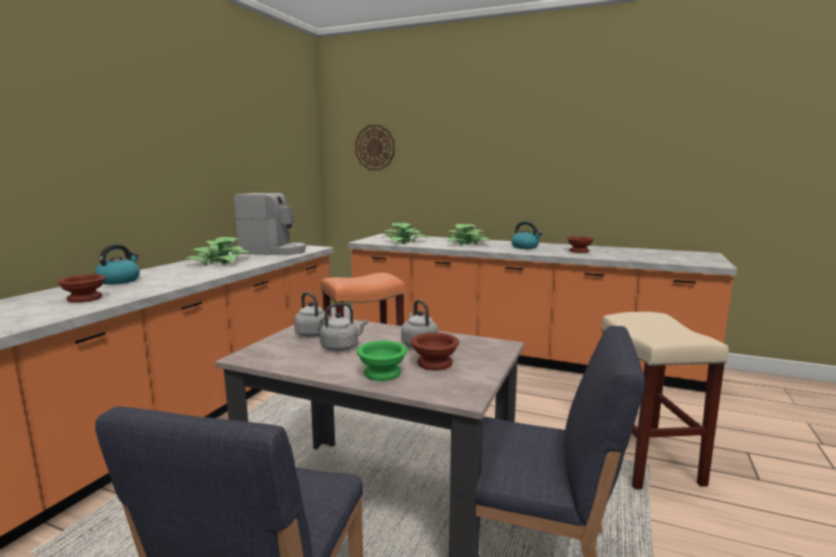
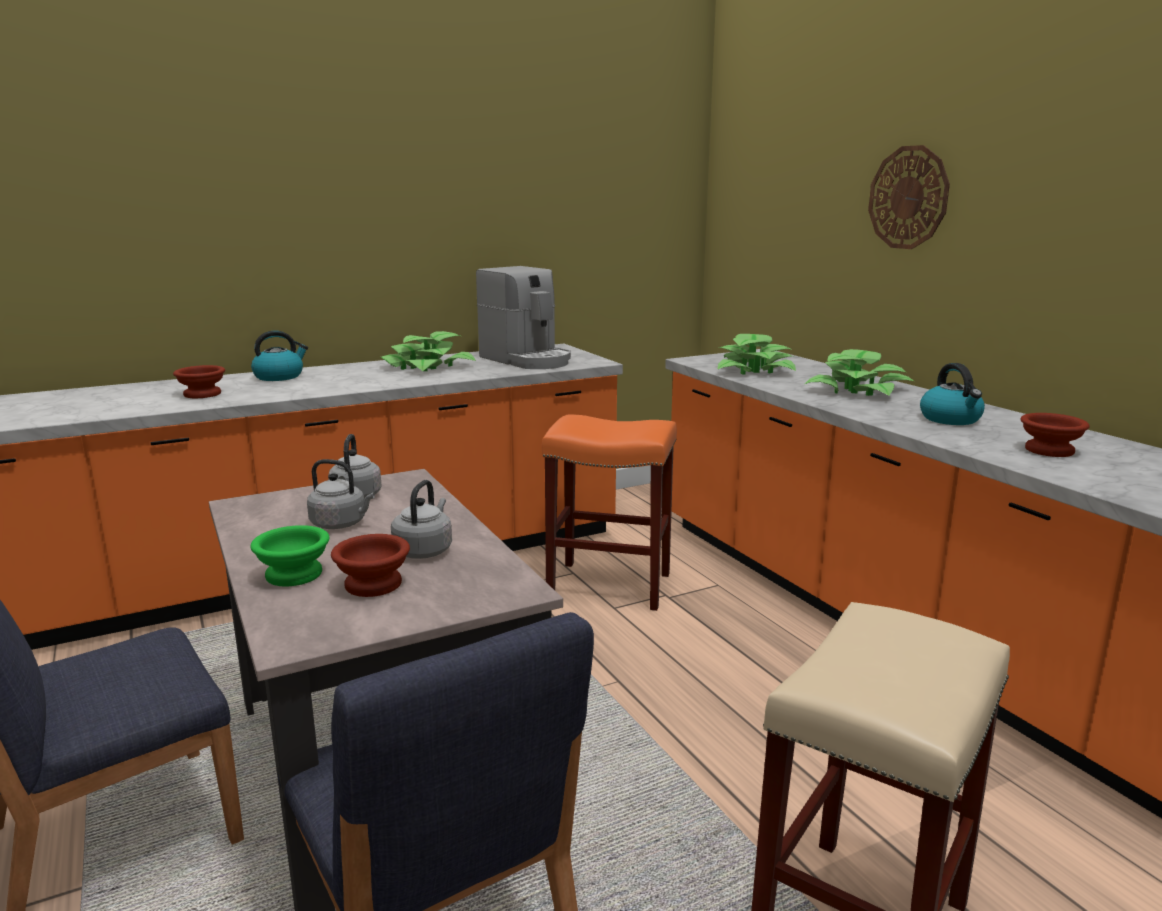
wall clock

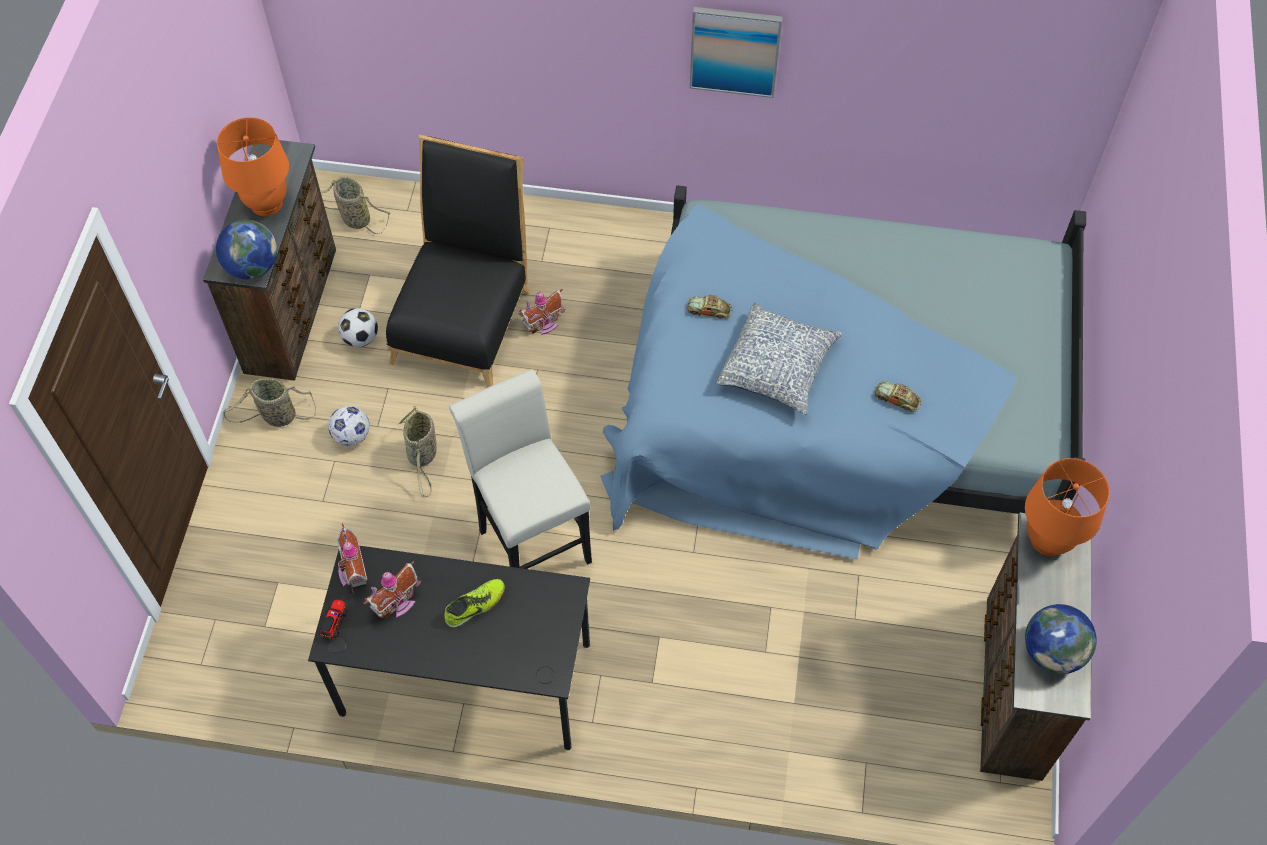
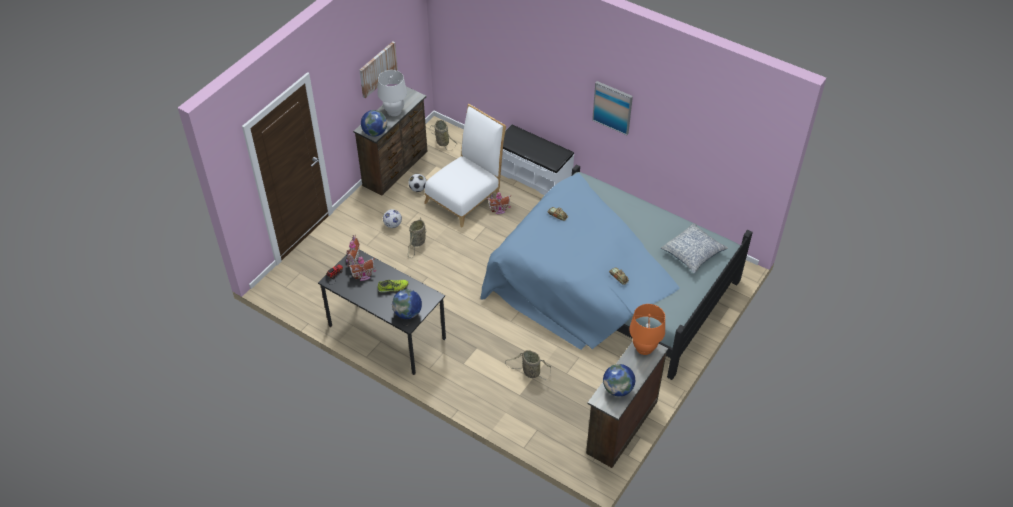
stool/white; picture (no. 1 from left); globe (no. 2 from left); bench/white; basket (no. 3 from left); pillow; table lamp/white; chair/white

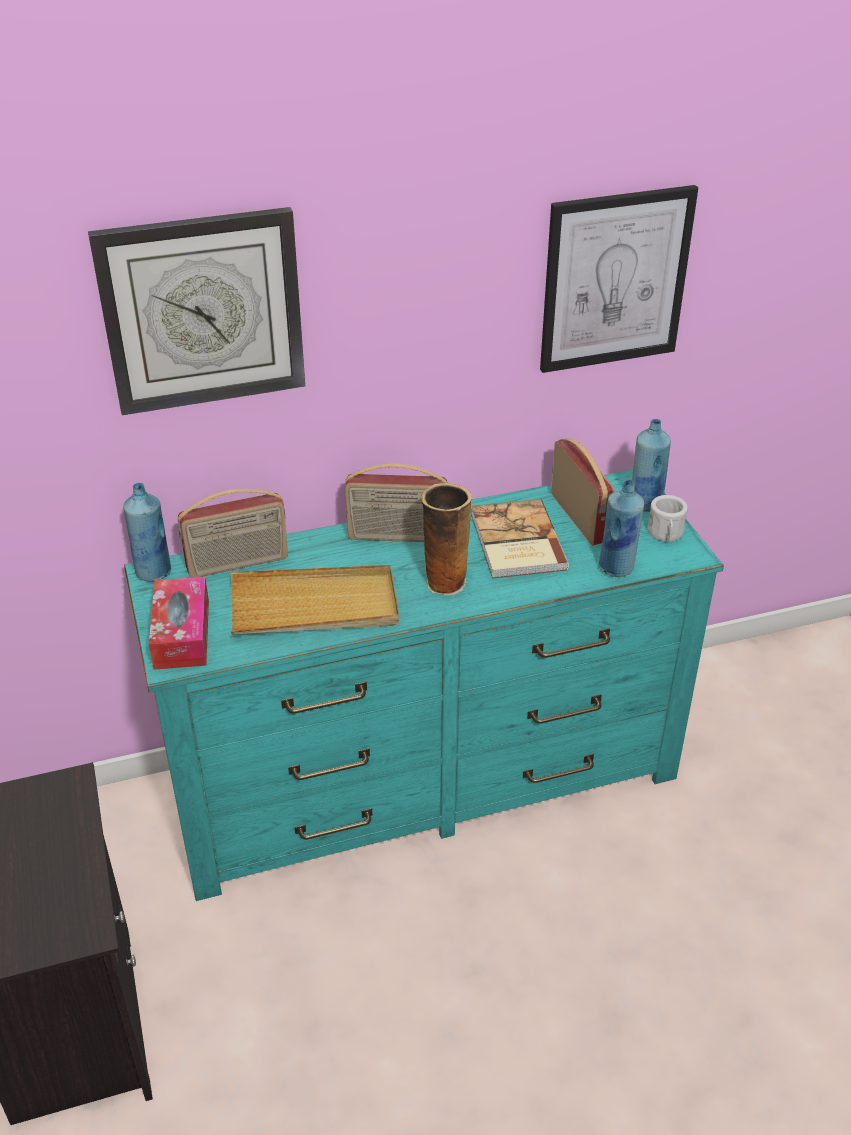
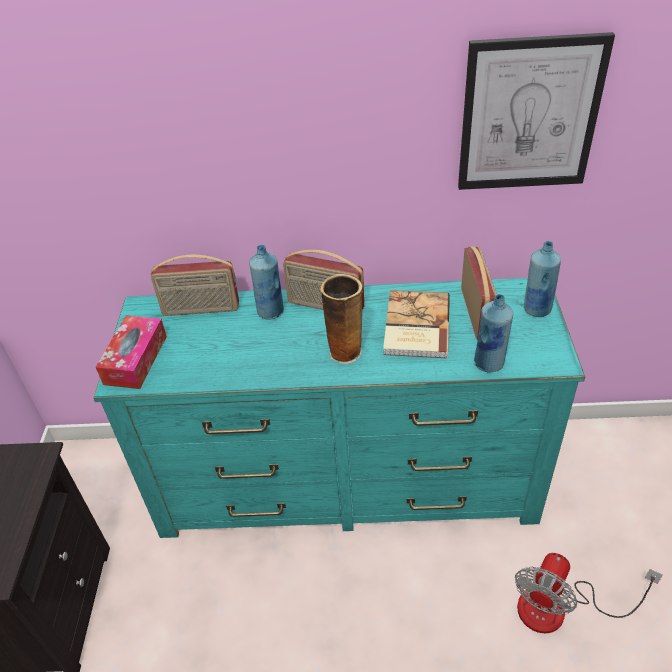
wall clock; tray/beige; mug/white; fan; bottle/blue (no. 1 from left)

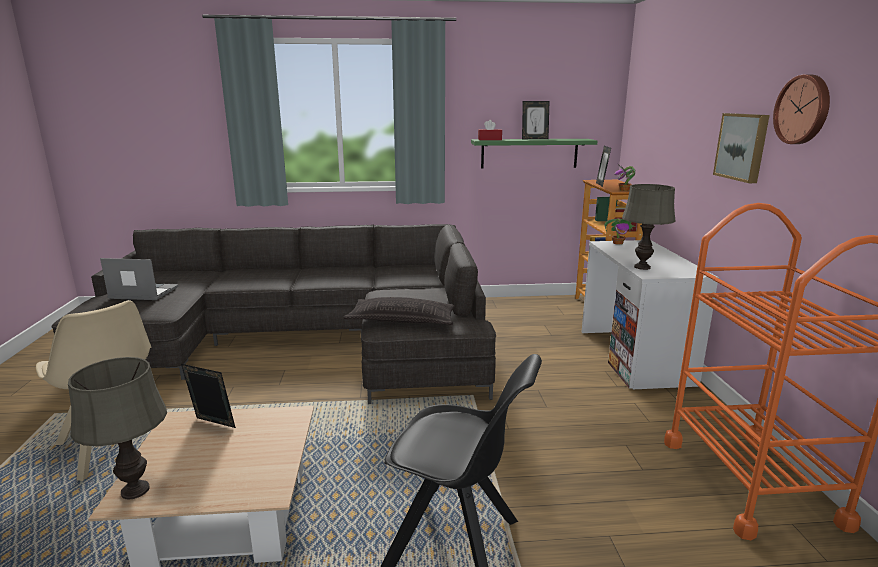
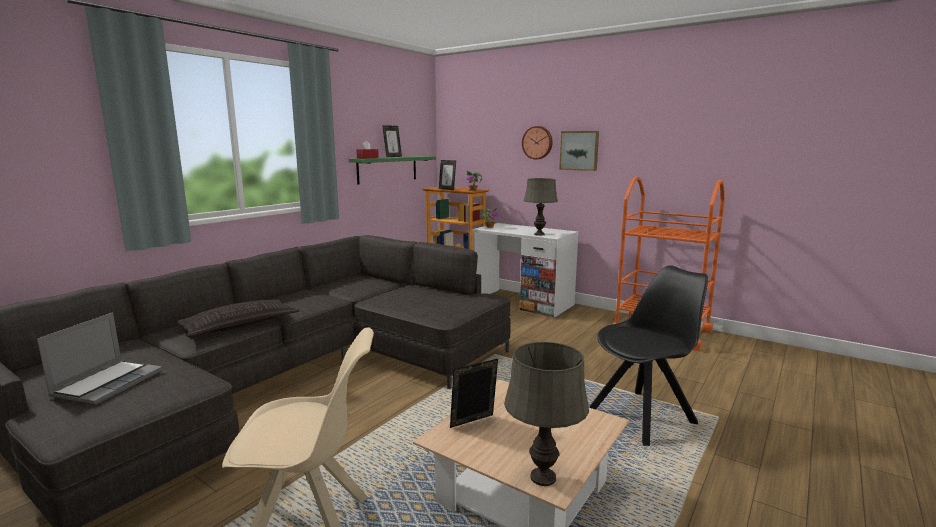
pillow; wall clock; laptop

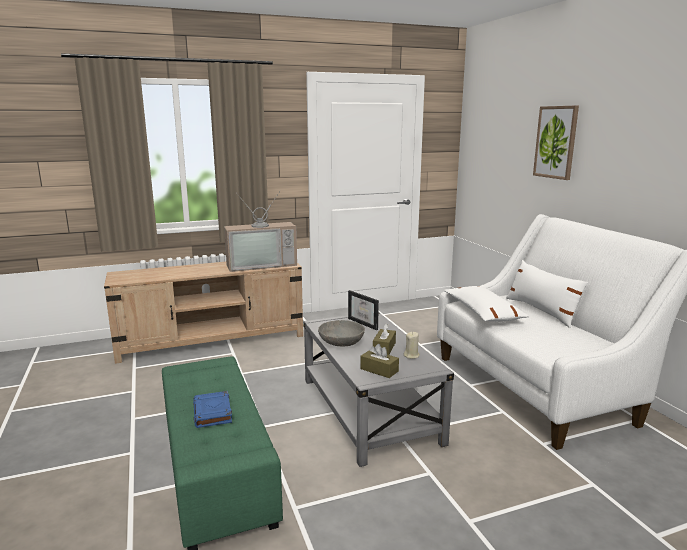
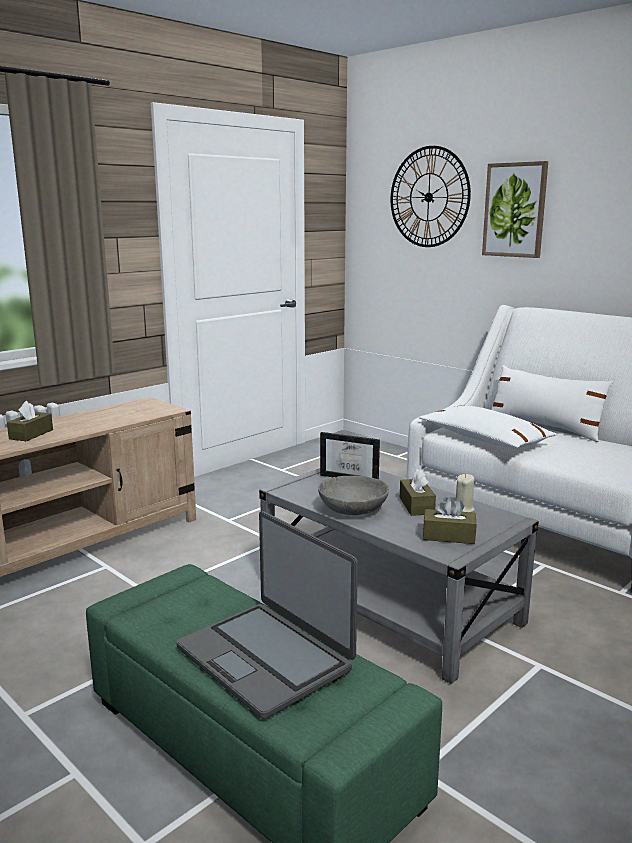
television; tissue box/brown (no. 1 from left); wall clock; laptop

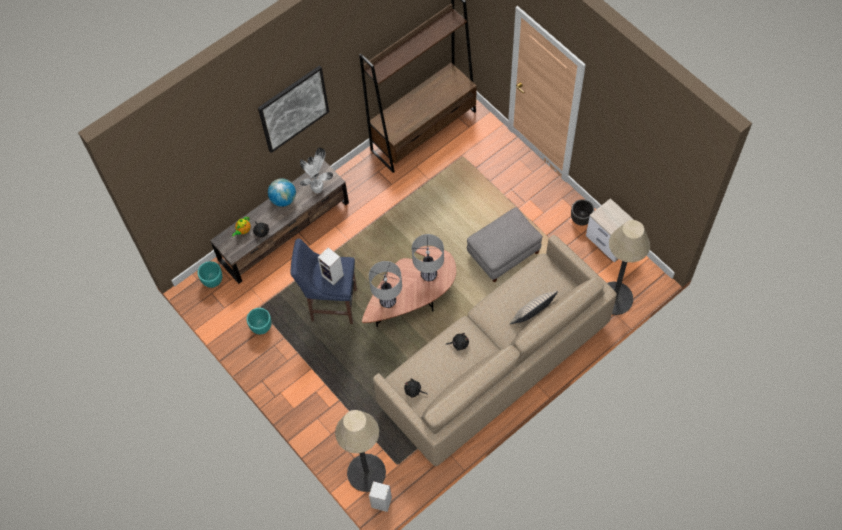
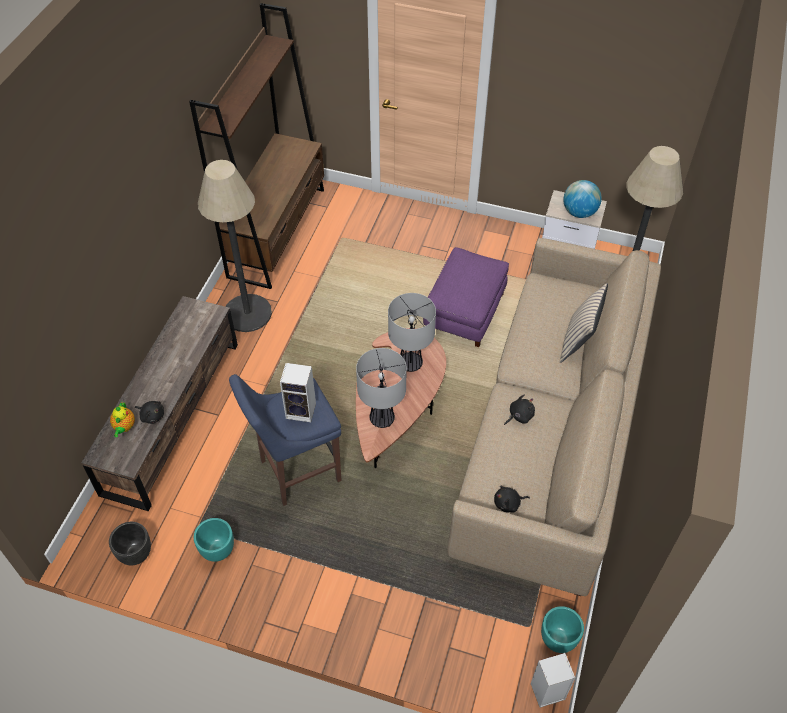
picture; potted plant; planter/turquoise (no. 2 from left); globe; floor lamp (no. 1 from left); planter/black; ottoman/purple

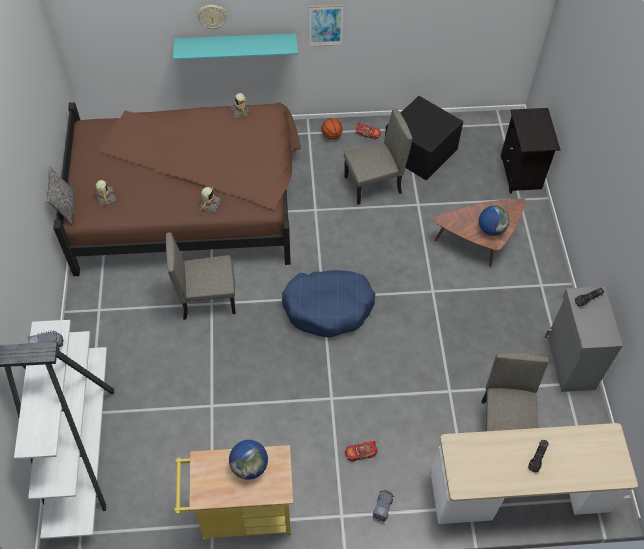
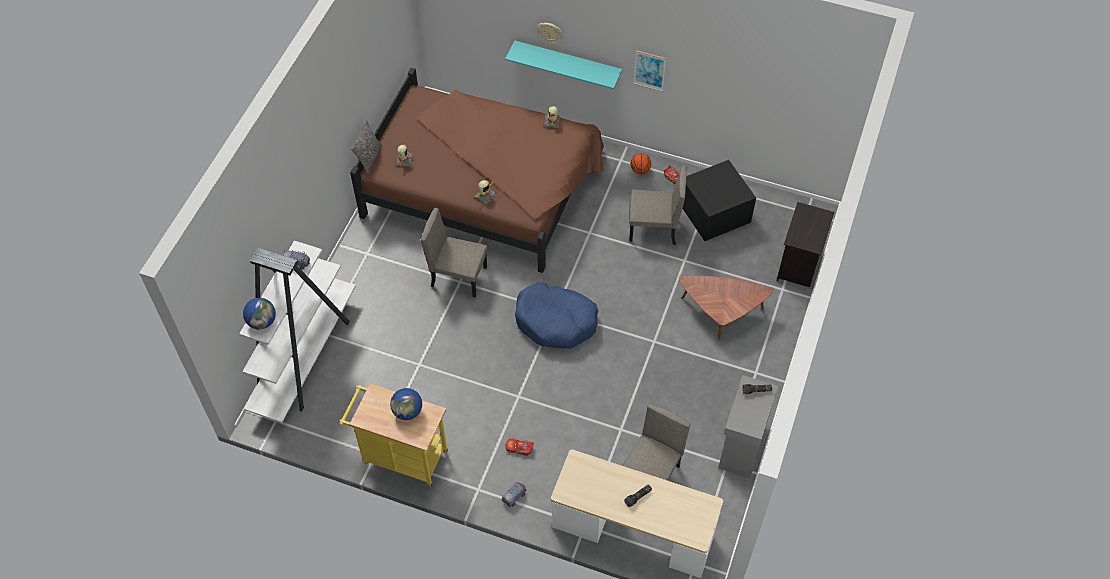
globe (no. 1 from left)

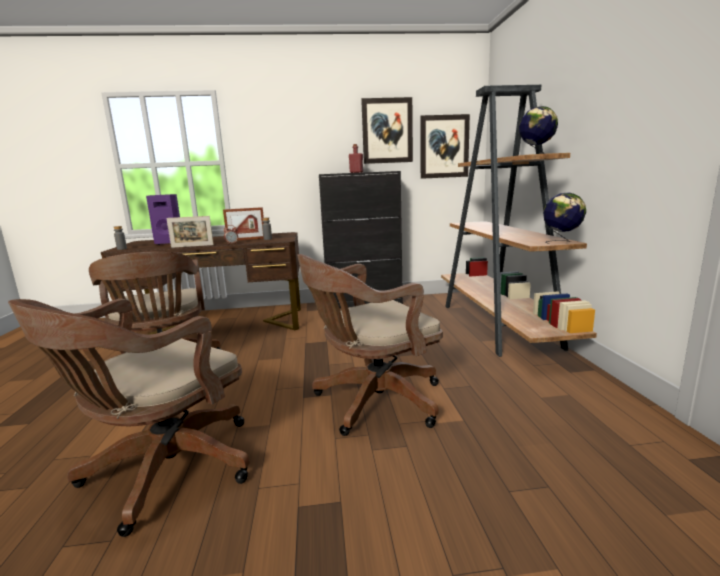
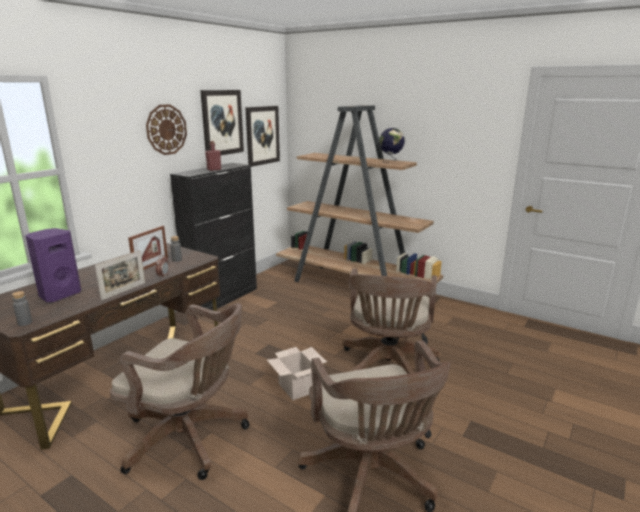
globe (no. 2 from left in the first image); wall clock; cardboard box

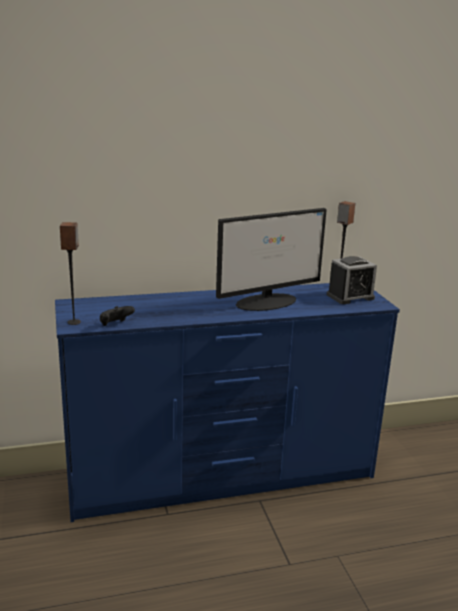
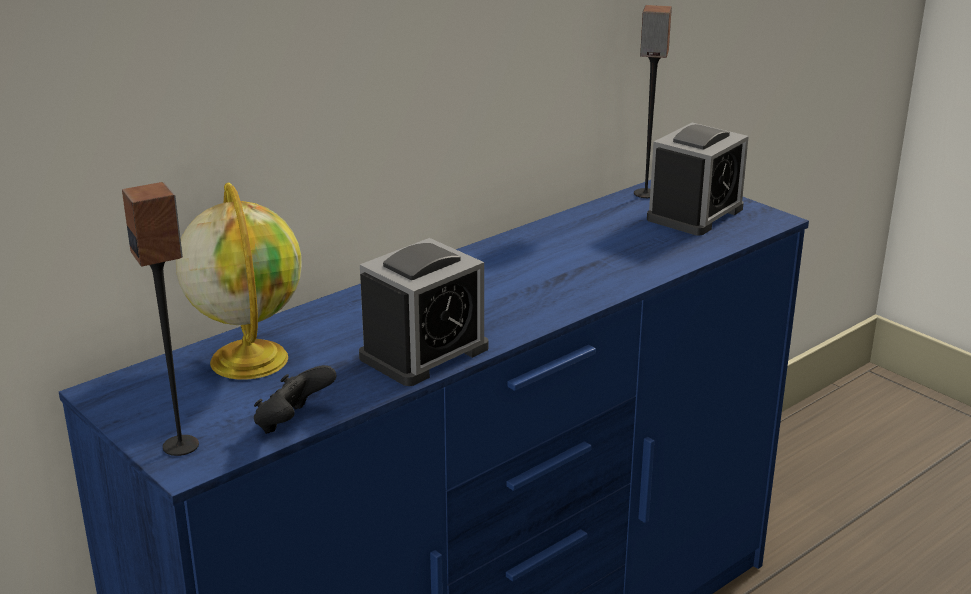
monitor; globe; alarm clock (no. 1 from left)

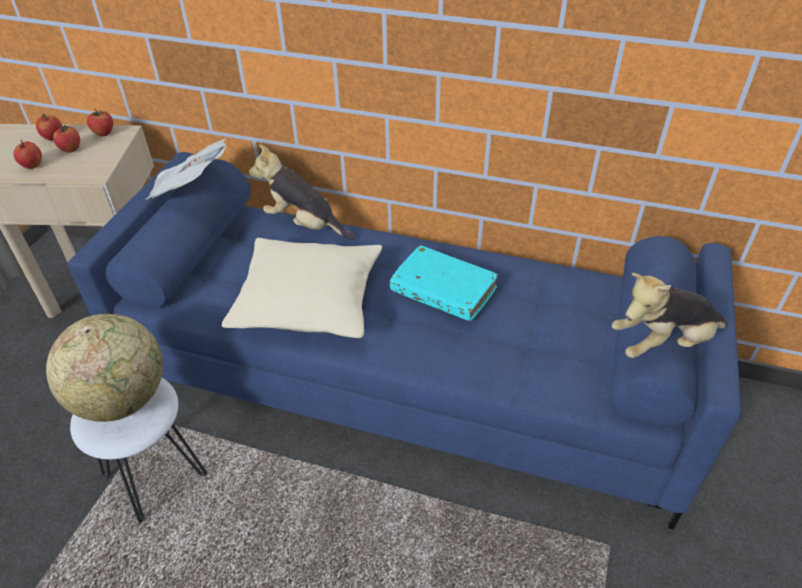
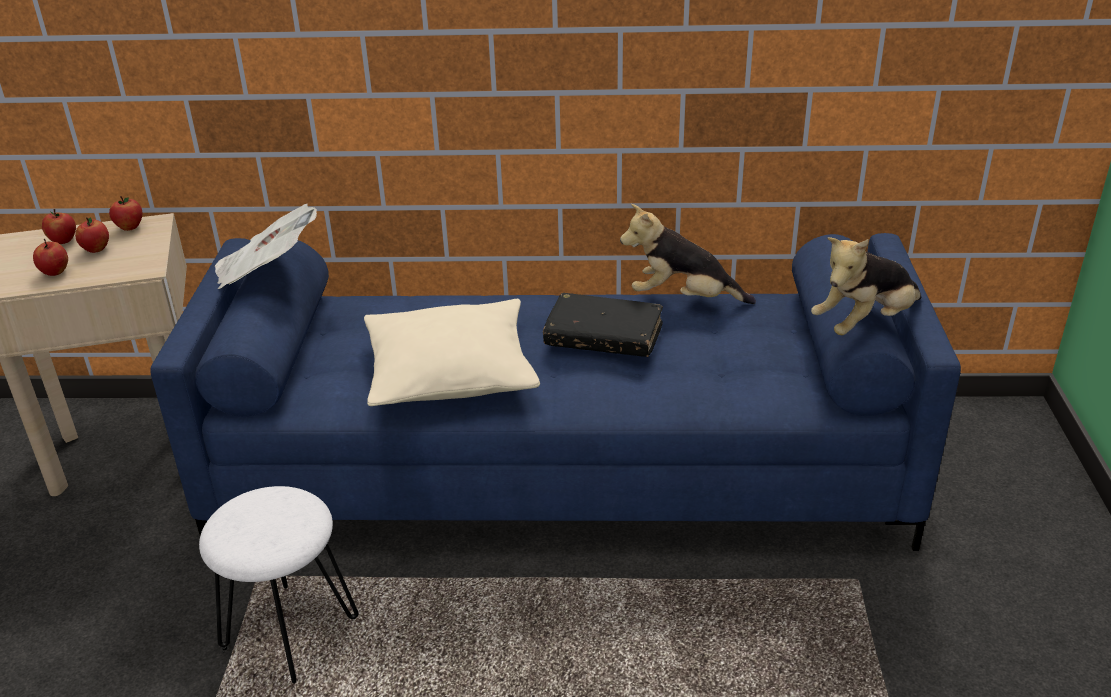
globe; plush toy (no. 1 from left); book/black

